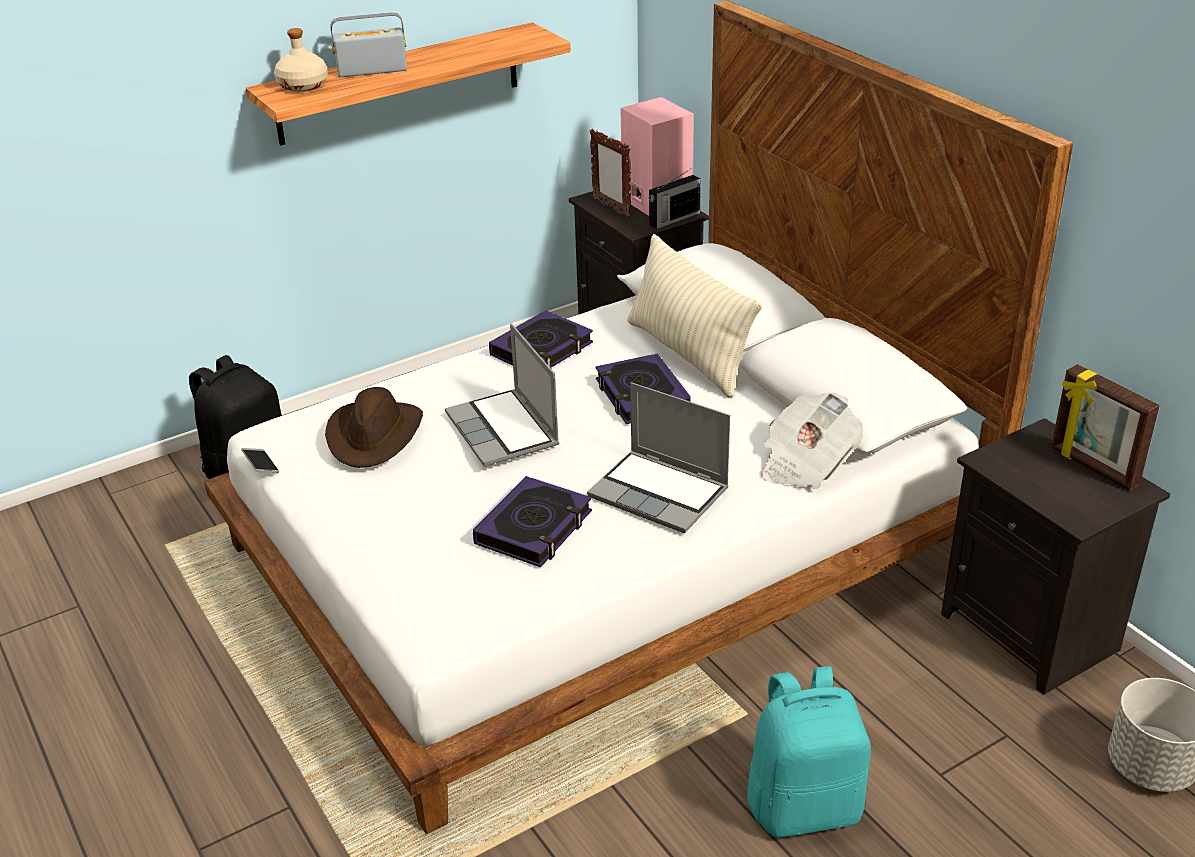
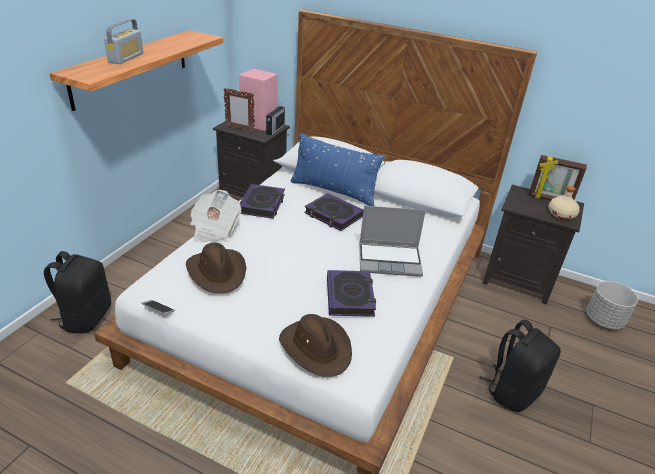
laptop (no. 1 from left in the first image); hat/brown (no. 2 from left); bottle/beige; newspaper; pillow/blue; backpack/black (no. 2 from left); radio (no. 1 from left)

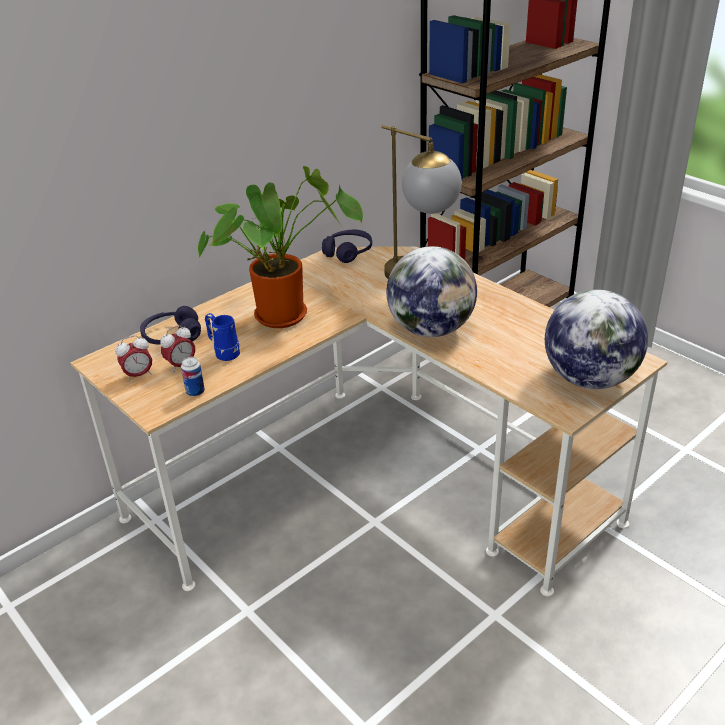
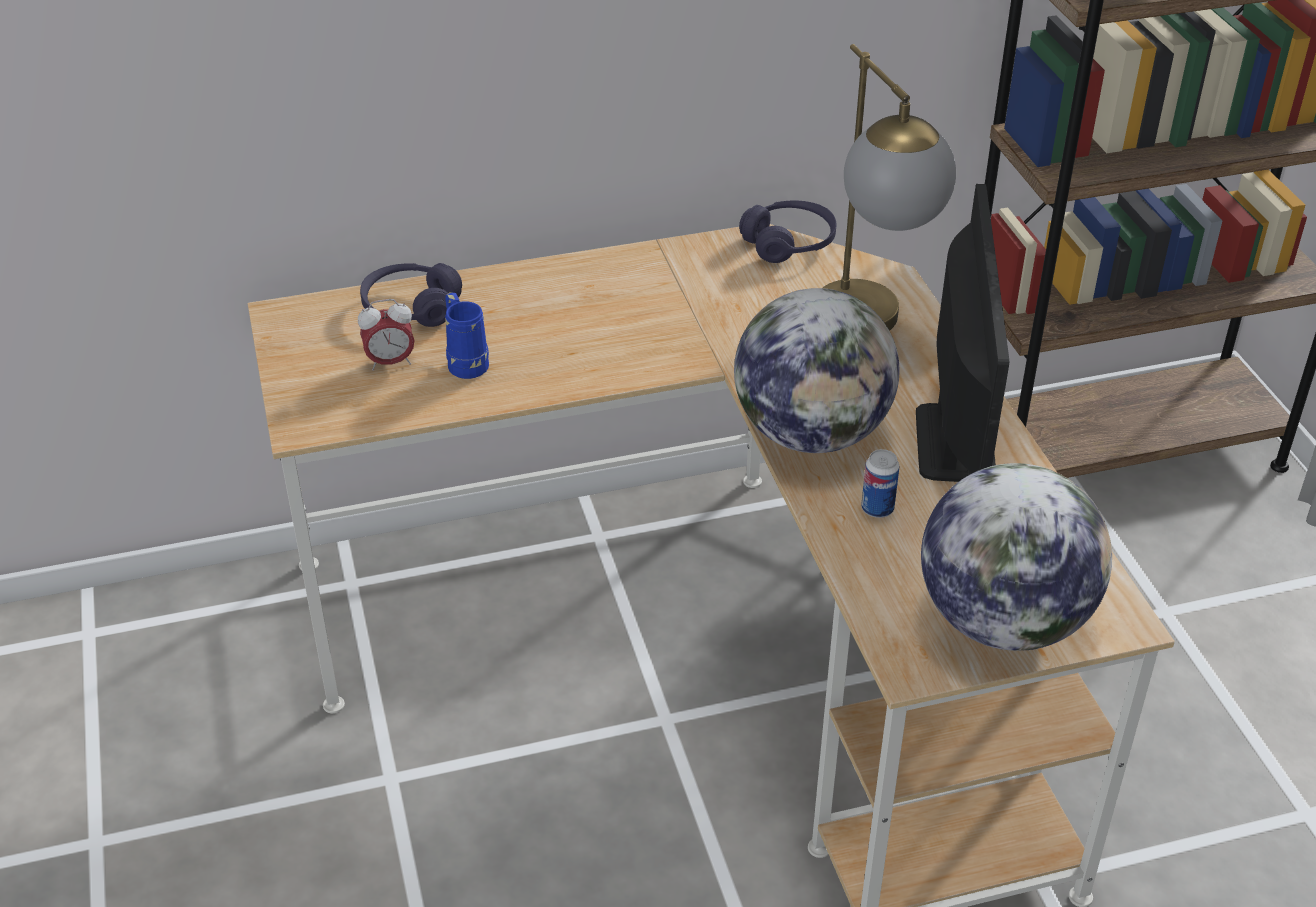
alarm clock (no. 1 from left in the first image); potted plant; monitor; can

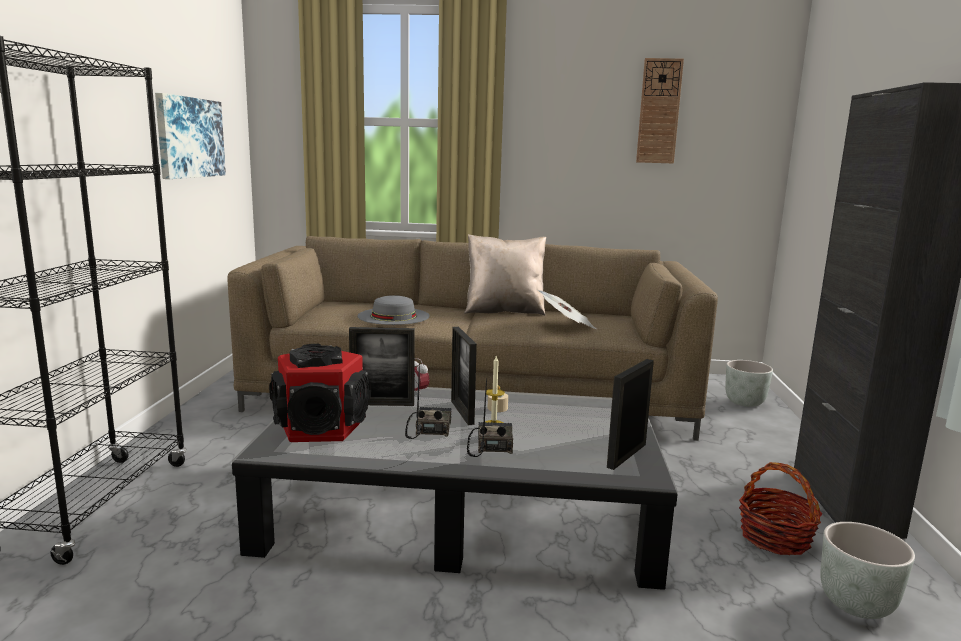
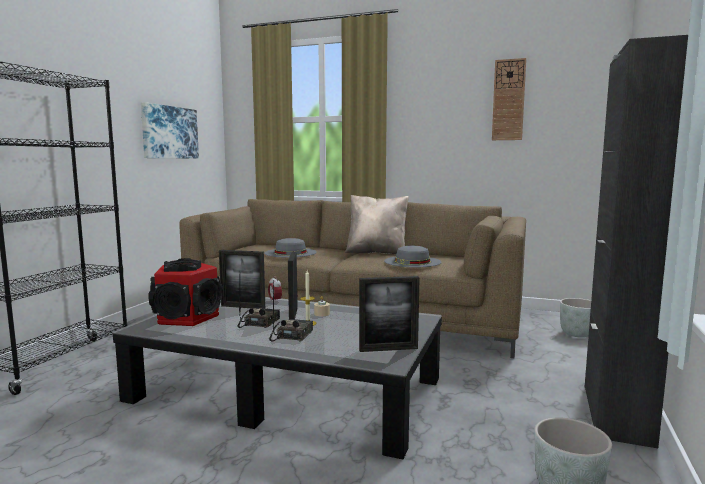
basket; hat/grey (no. 2 from left); picture frame (no. 3 from left)

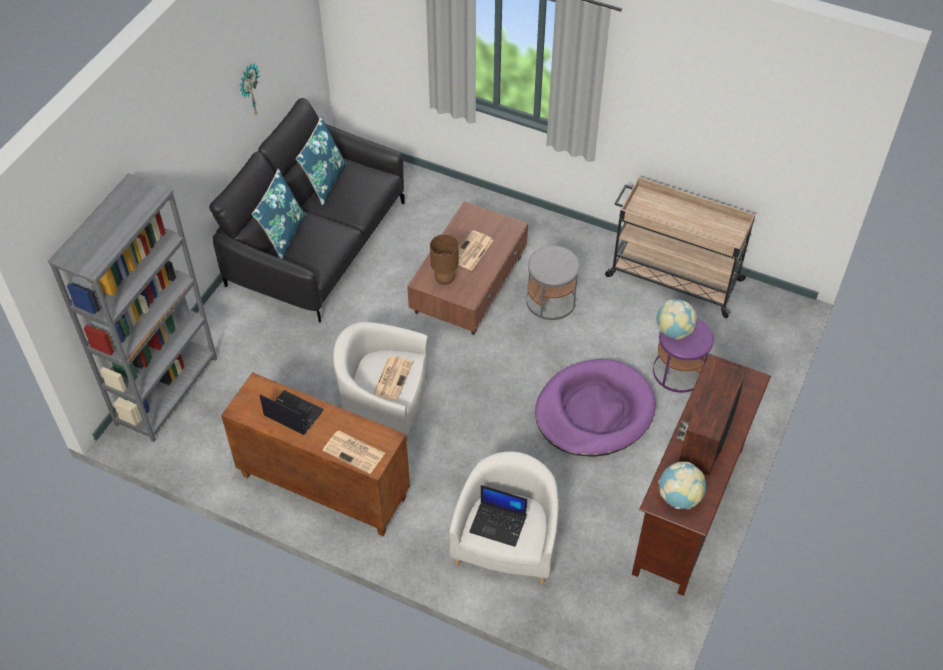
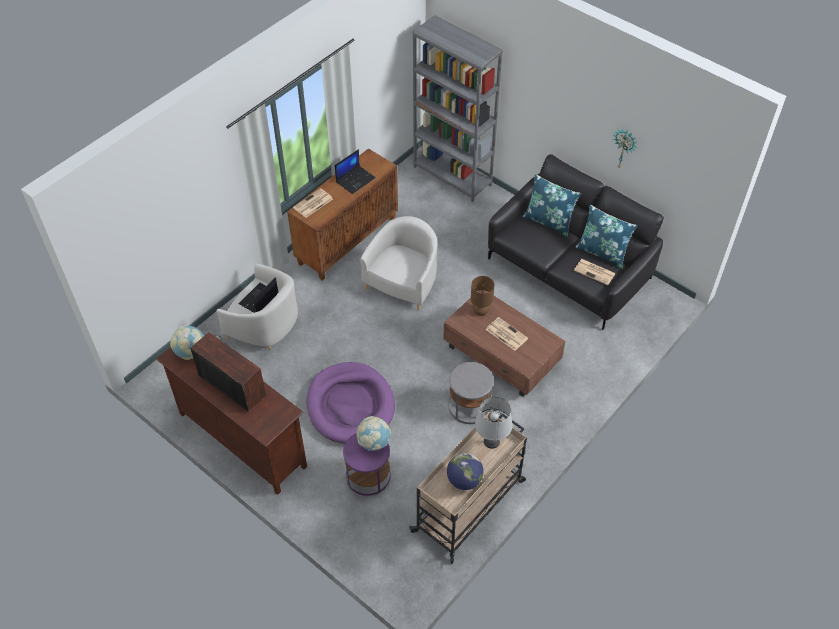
globe (no. 3 from left); table lamp/grey; newspaper (no. 3 from left)

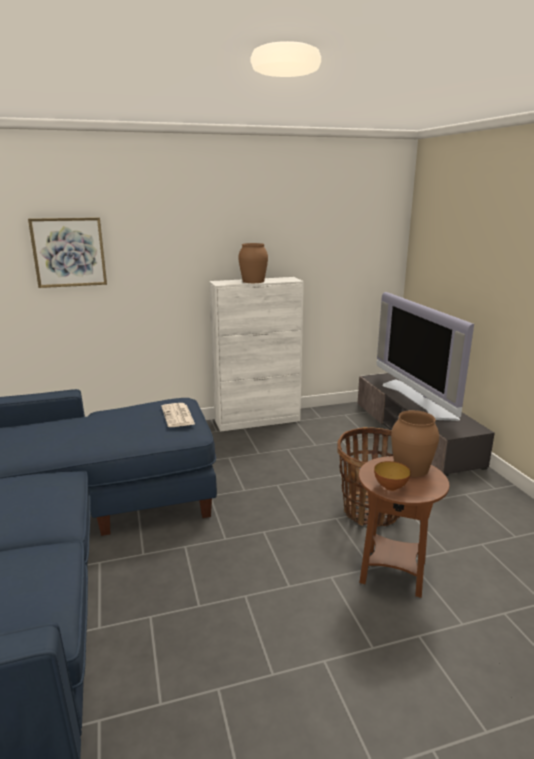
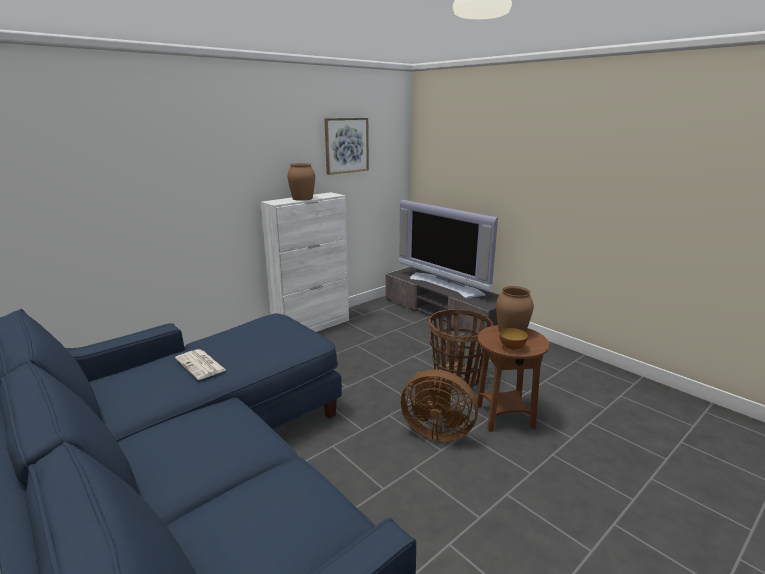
fan/brown; picture; newspaper

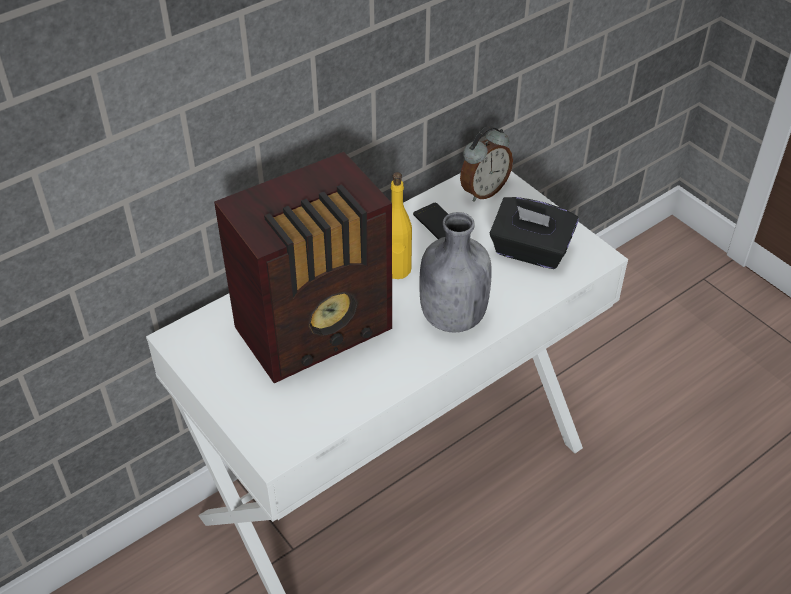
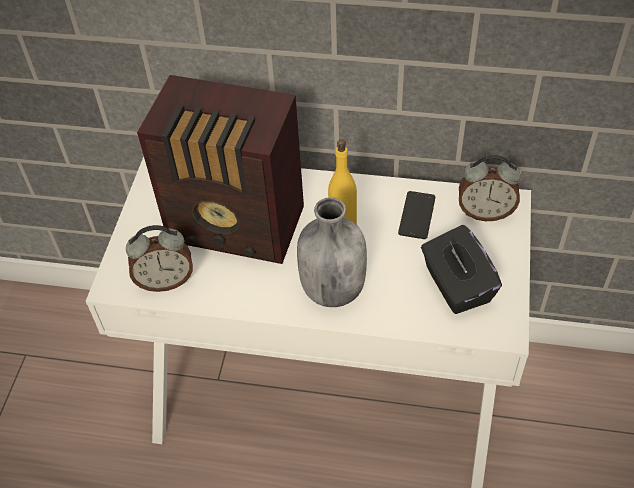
alarm clock (no. 1 from left)

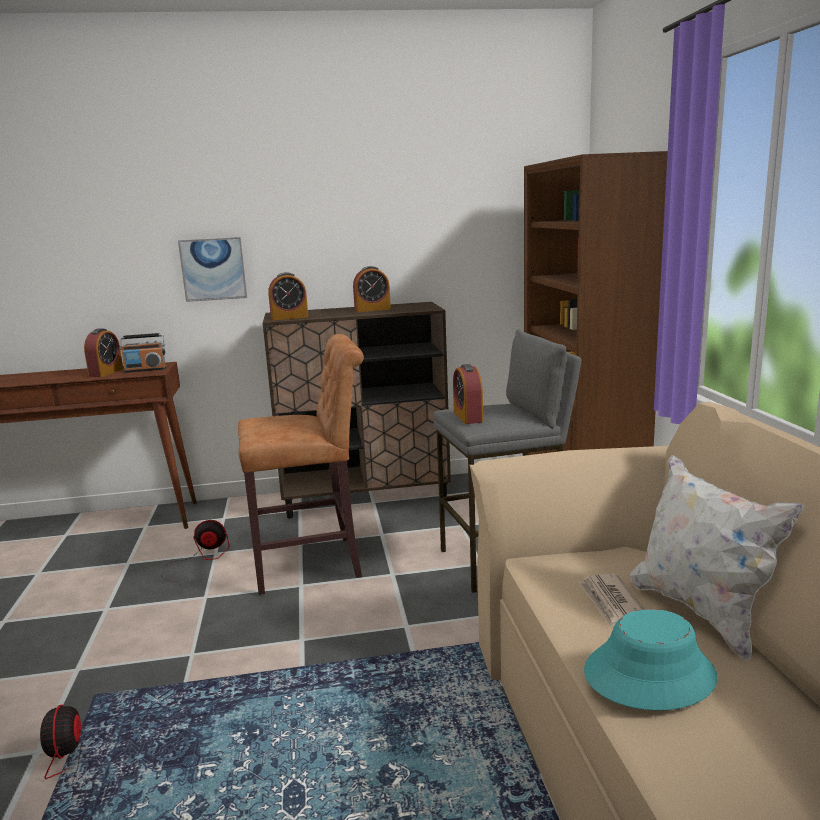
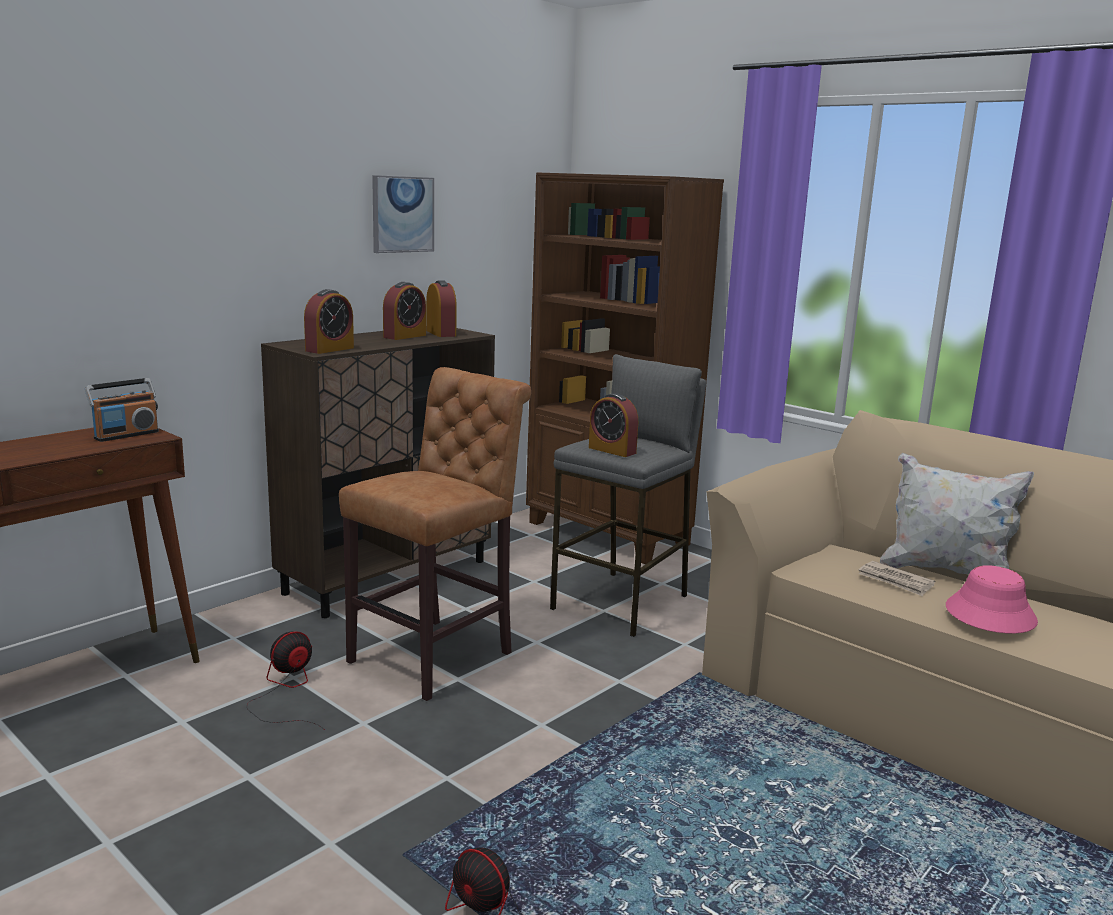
alarm clock (no. 3 from left); picture; hat/pink

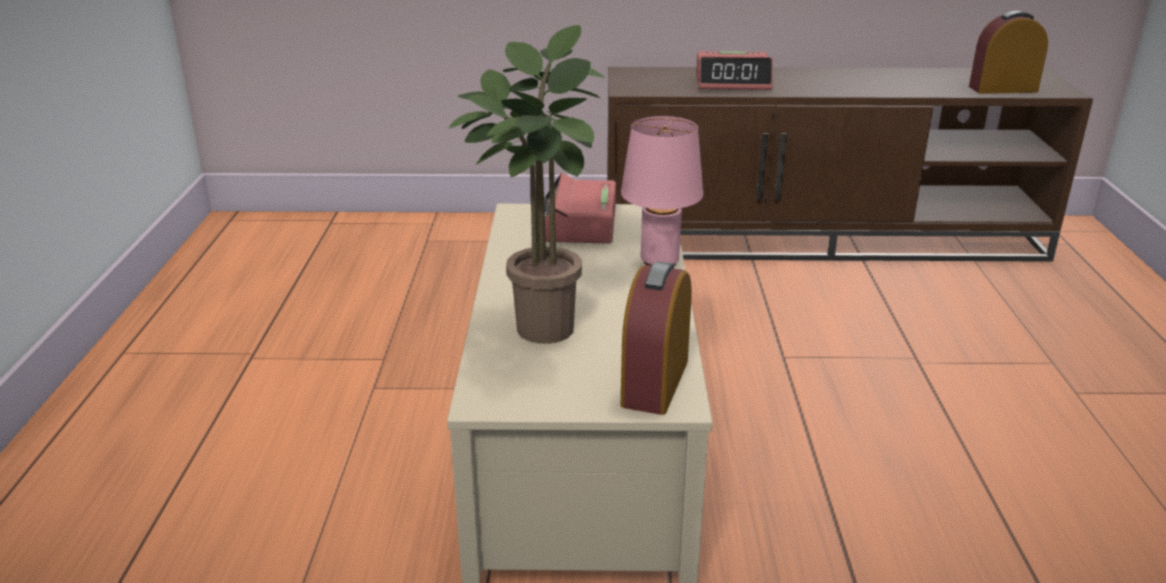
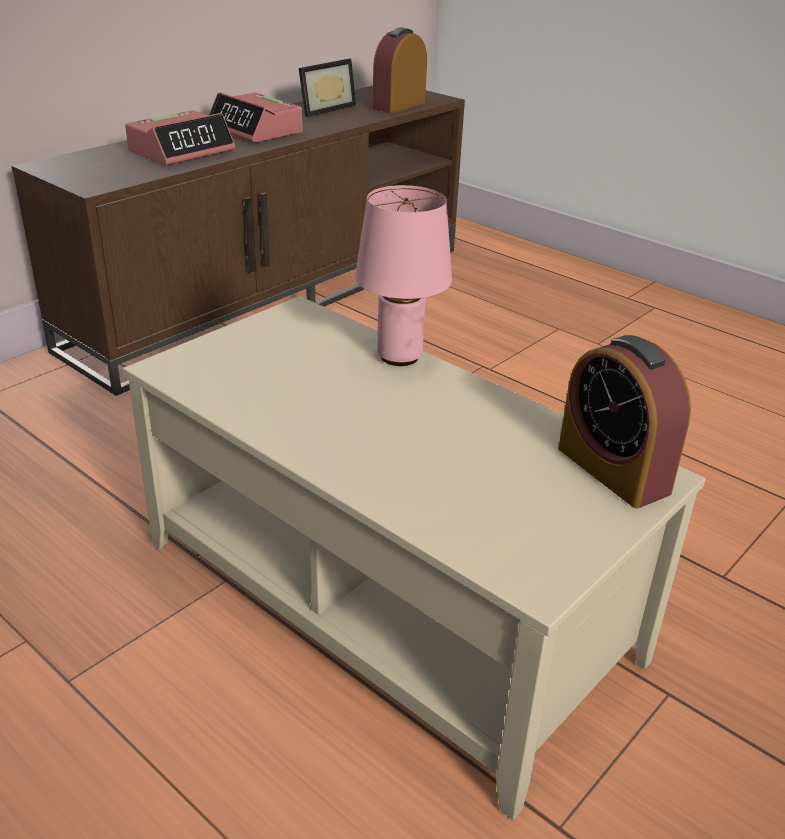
potted plant; picture frame; alarm clock (no. 2 from left)

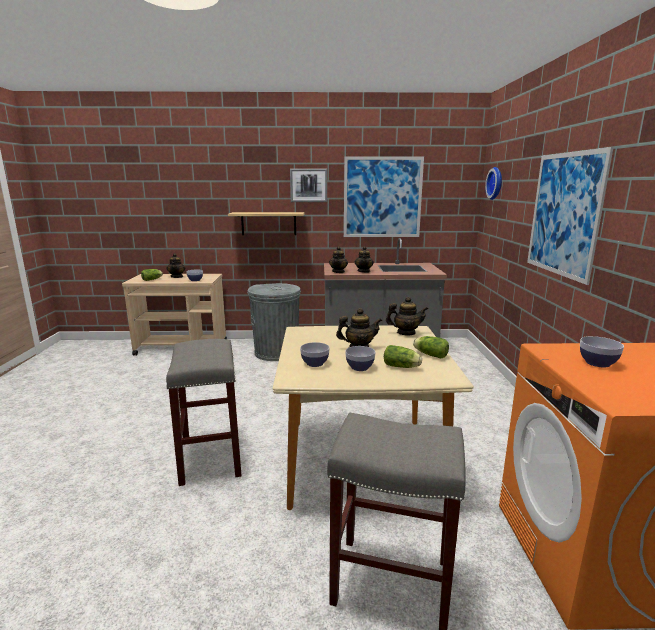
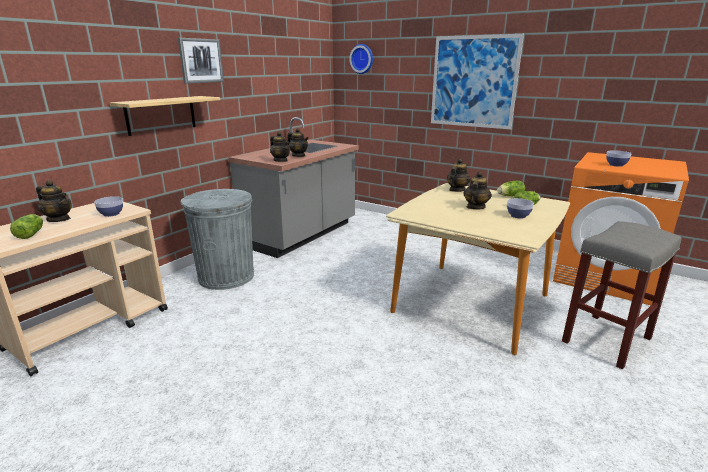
stool/grey (no. 1 from left in the first image); bowl (no. 2 from left in the first image); picture (no. 2 from left in the first image)

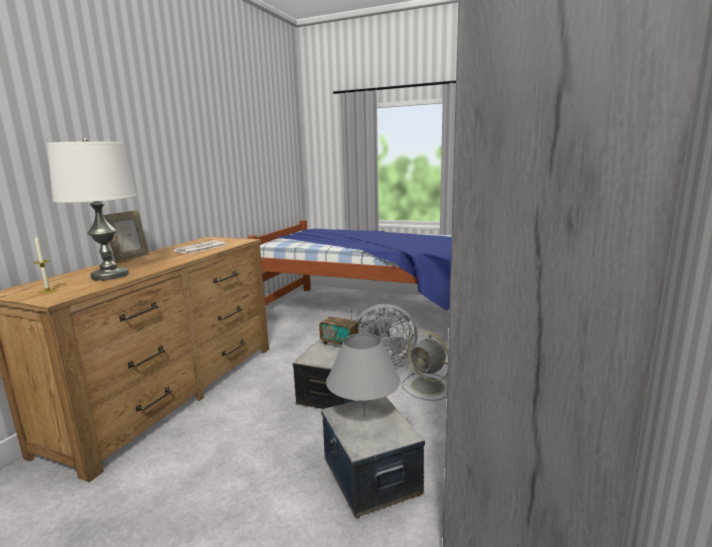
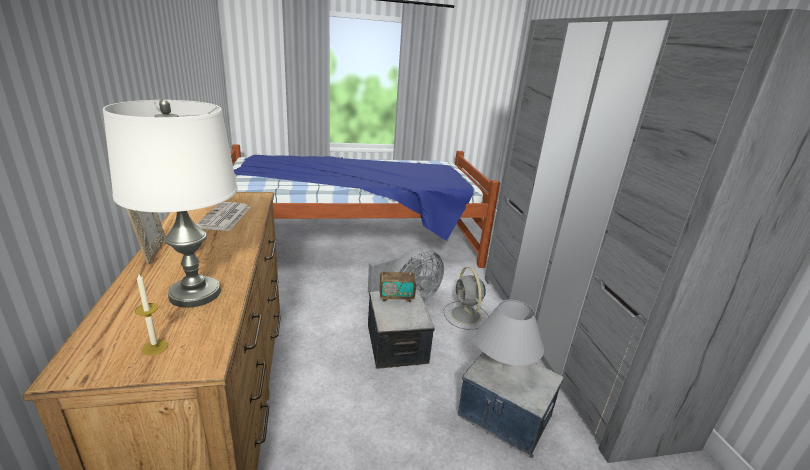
fan/grey (no. 2 from left)

